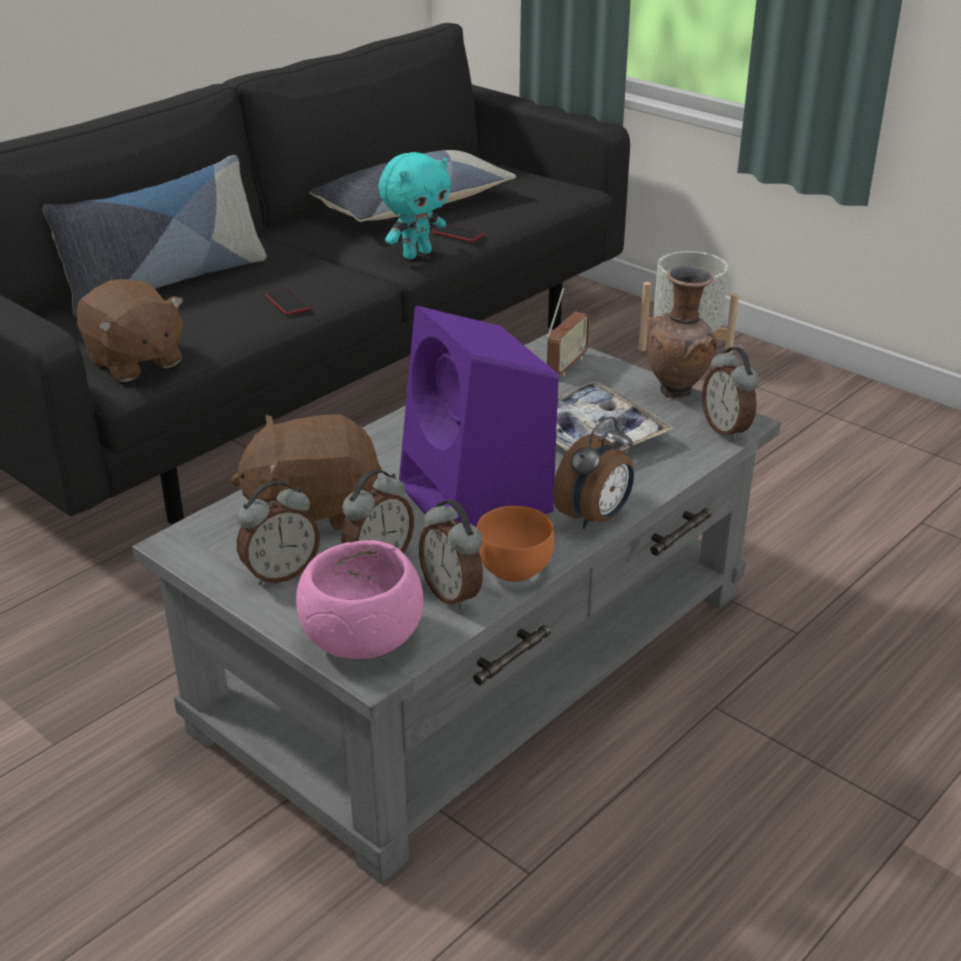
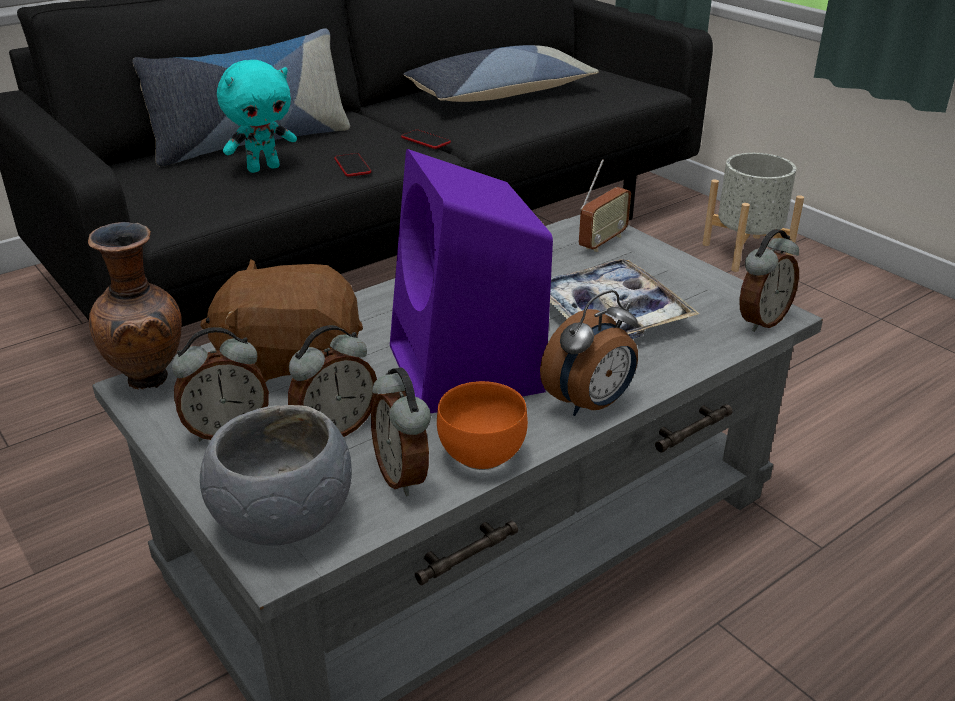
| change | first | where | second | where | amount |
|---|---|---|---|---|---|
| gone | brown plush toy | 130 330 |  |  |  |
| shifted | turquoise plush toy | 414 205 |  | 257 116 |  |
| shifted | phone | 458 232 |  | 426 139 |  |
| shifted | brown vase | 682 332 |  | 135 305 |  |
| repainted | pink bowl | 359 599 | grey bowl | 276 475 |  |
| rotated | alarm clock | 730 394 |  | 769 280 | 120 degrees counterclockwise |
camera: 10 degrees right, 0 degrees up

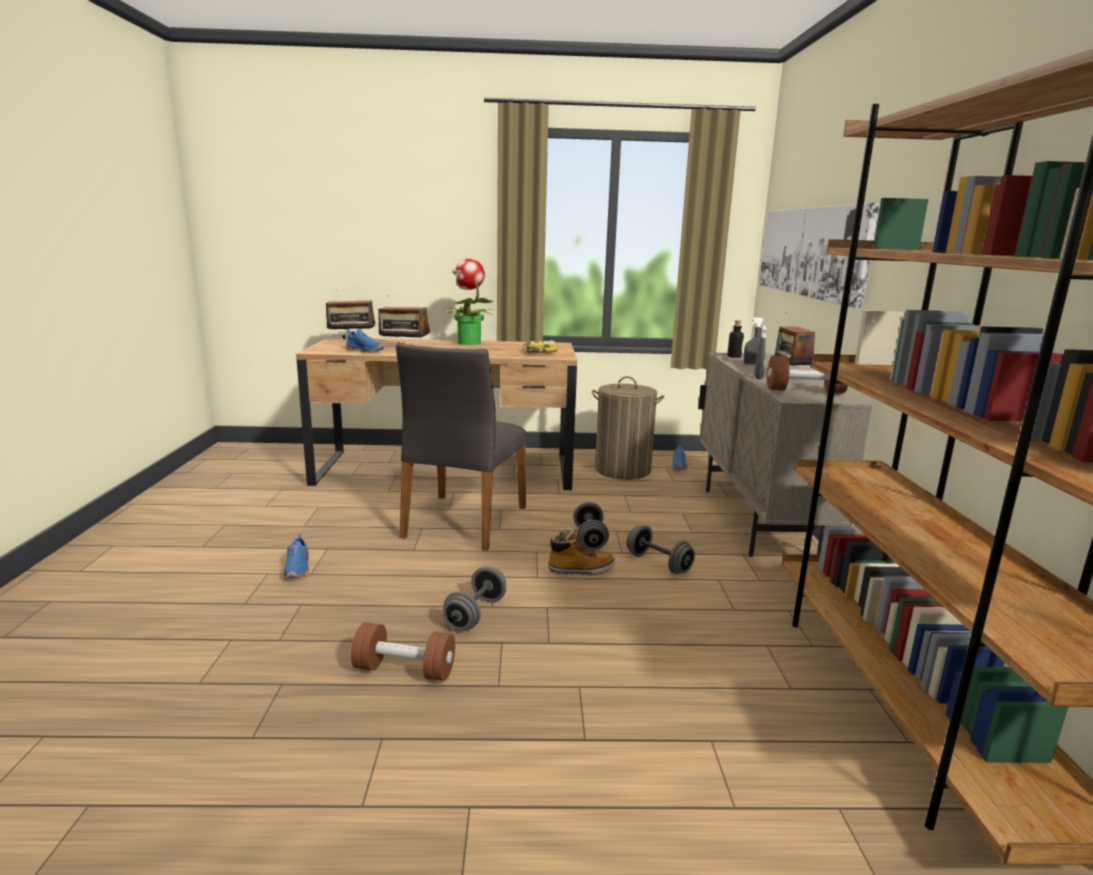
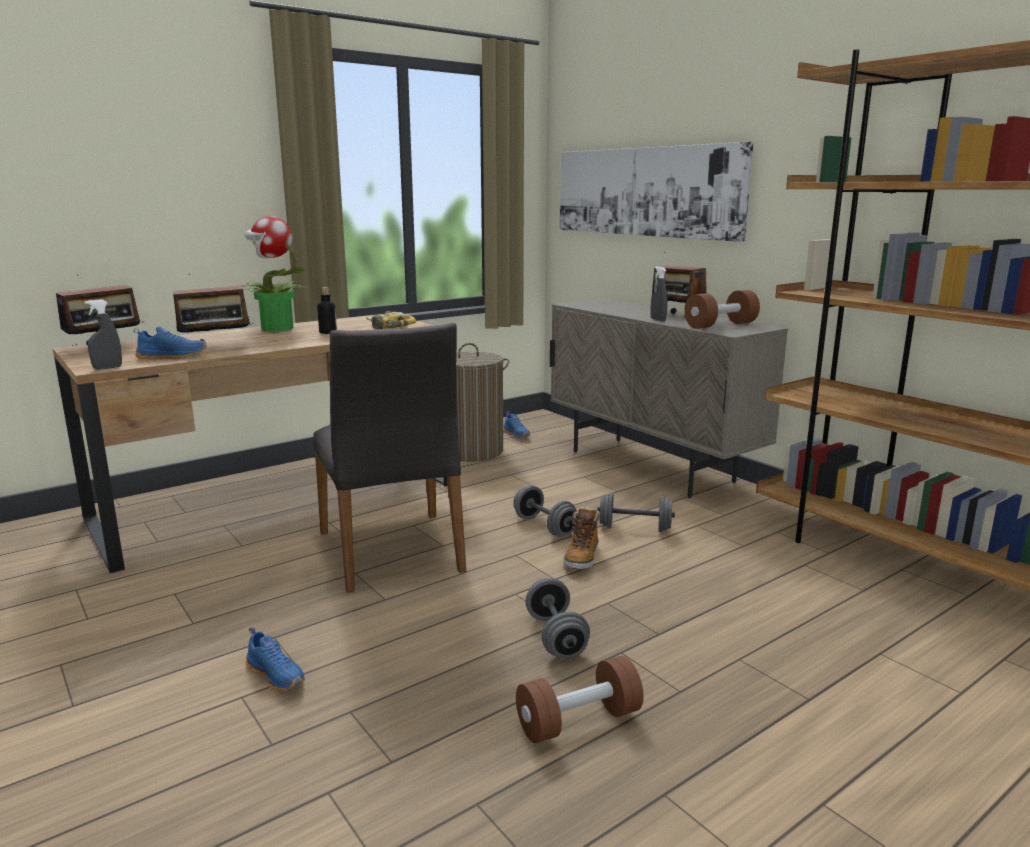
| change | first | where | second | where | amount |
|---|---|---|---|---|---|
| shifted | bottle | 735 339 |  | 327 310 |  |
| shifted | grey spray bottle | 754 341 |  | 103 334 |  |
| rotated | boot | 581 552 |  | 581 538 | 150 degrees clockwise |
camera: 35 degrees left, 0 degrees up

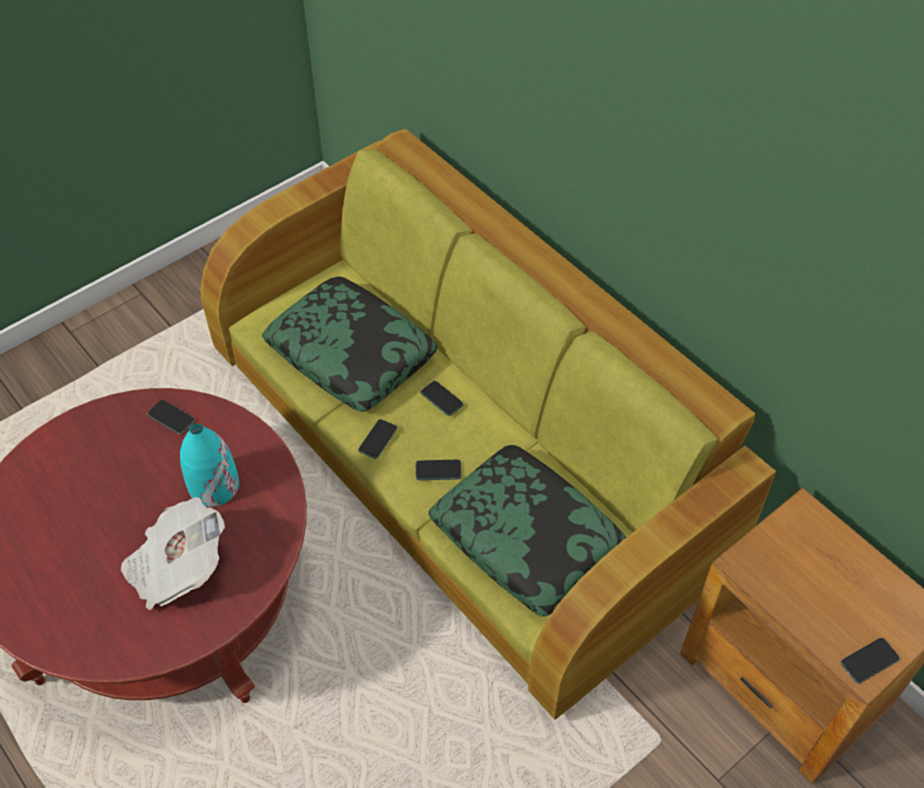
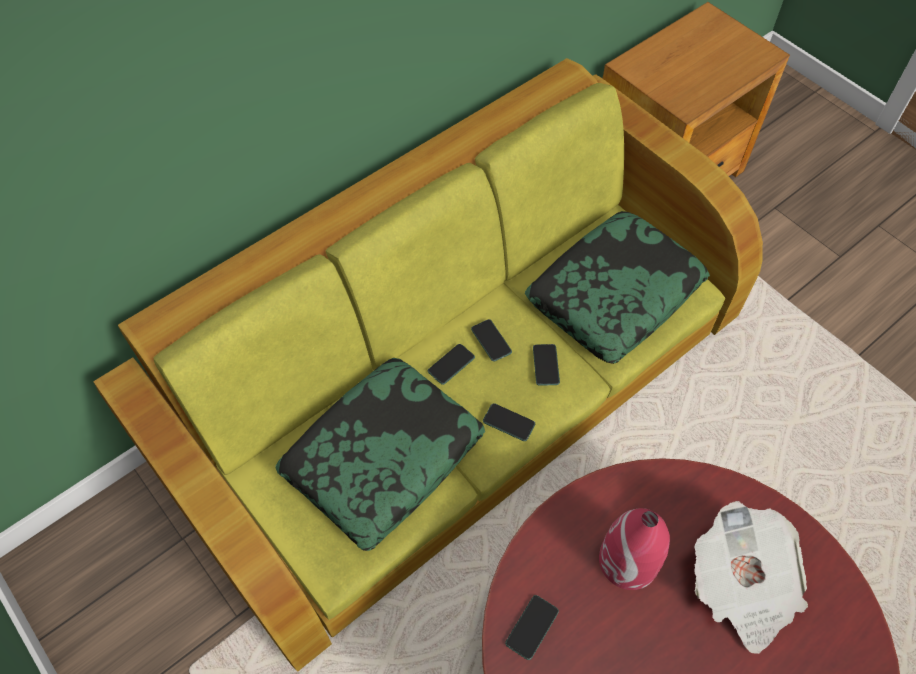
| change | first | where | second | where | amount |
|---|---|---|---|---|---|
| shifted | phone | 870 661 |  | 491 340 |  |
| repainted | turquoise vase | 209 465 | red vase | 634 549 |  |
camera: 90 degrees left, 5 degrees up

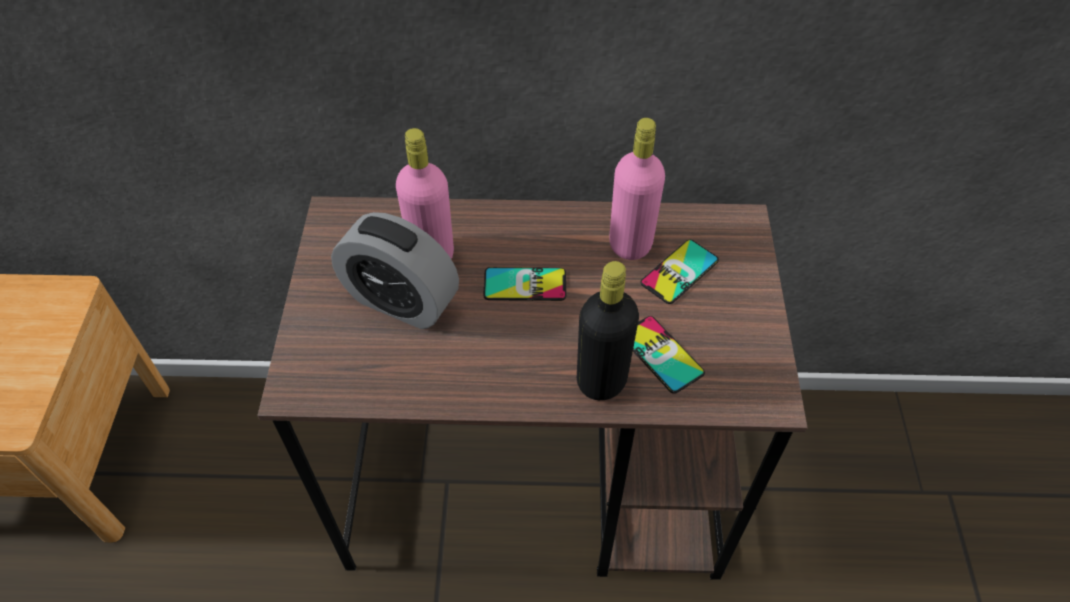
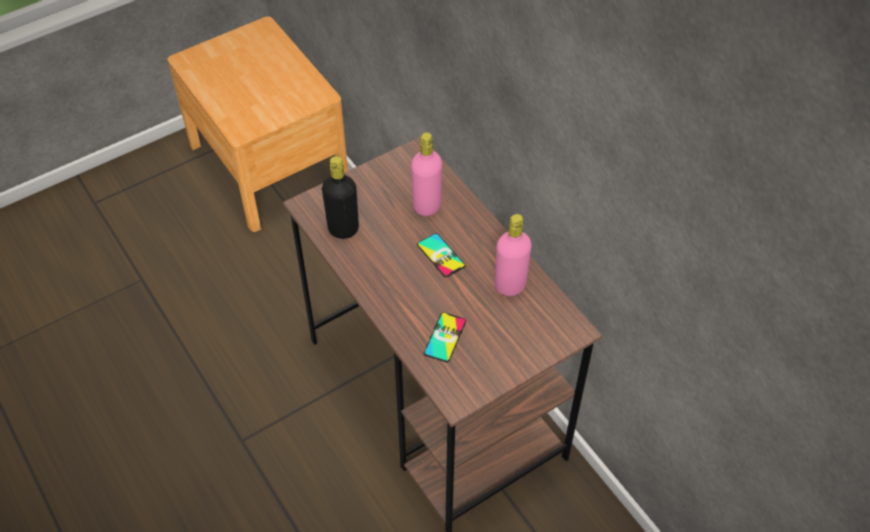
| change | first | where | second | where | amount |
|---|---|---|---|---|---|
| gone | alarm clock | 395 270 |  |  |  |
| gone | phone | 679 272 |  |  |  |
| shifted | black bottle | 608 330 |  | 340 197 |  |
camera: 55 degrees right, 0 degrees up

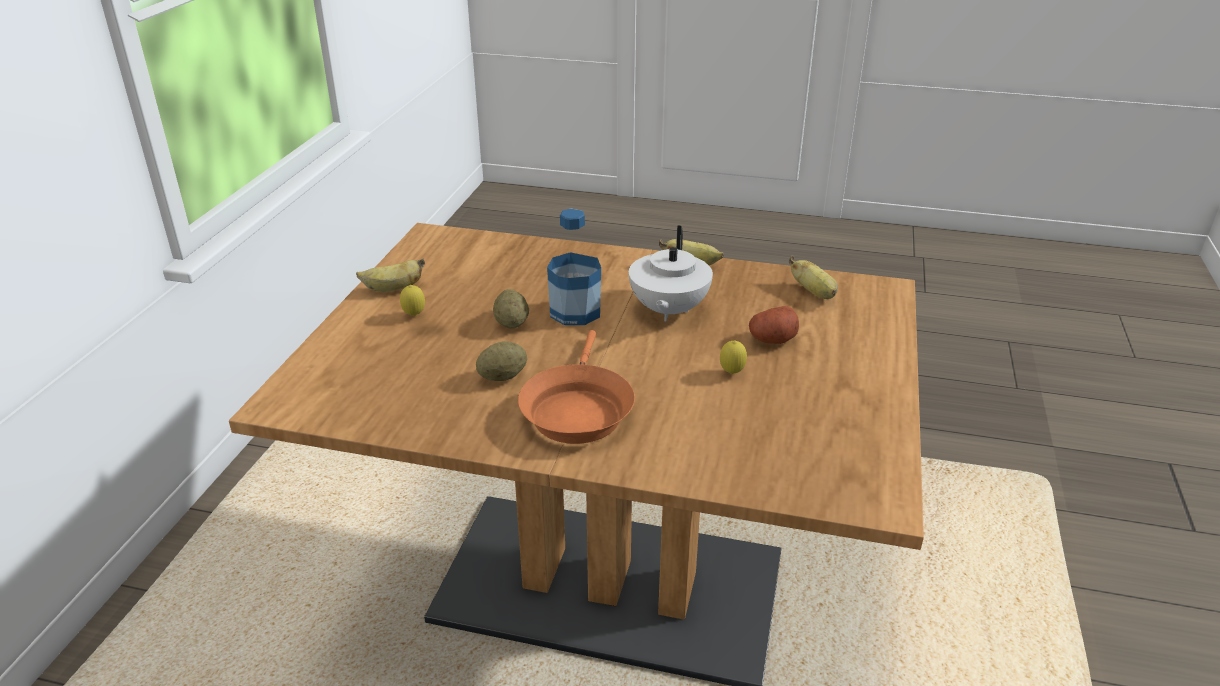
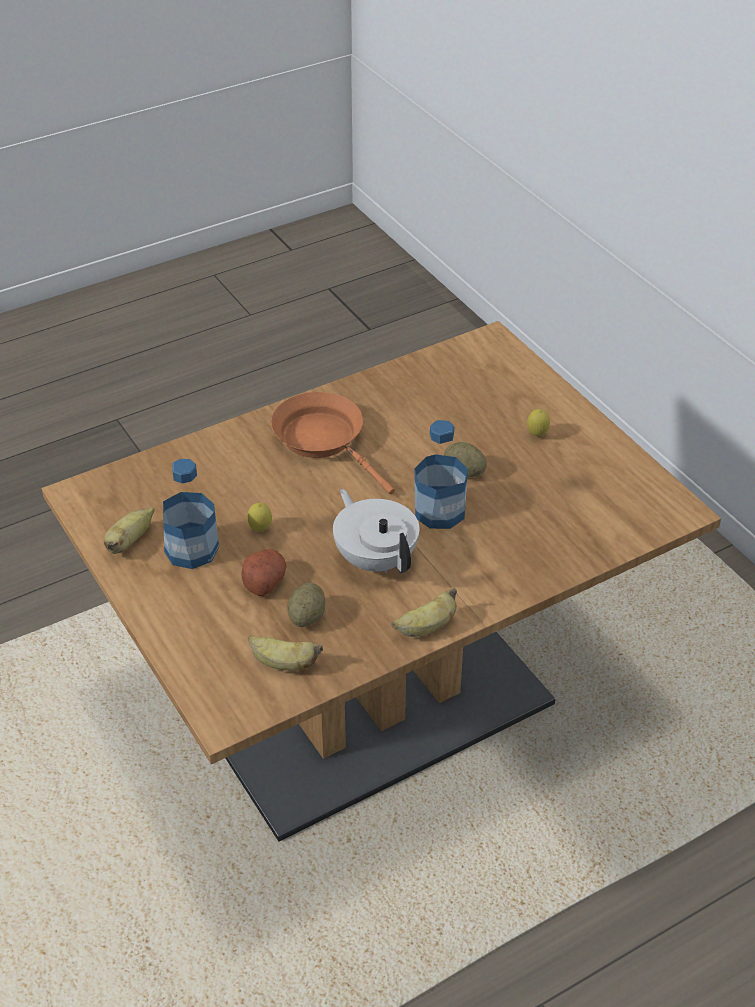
| change | first | where | second | where | amount |
|---|---|---|---|---|---|
| new |  |  | bottle | 191 514 |  |
| shifted | banana | 390 275 |  | 129 530 |  |
| shifted | potato | 501 361 |  | 306 605 |  |
camera: 135 degrees right, 10 degrees up

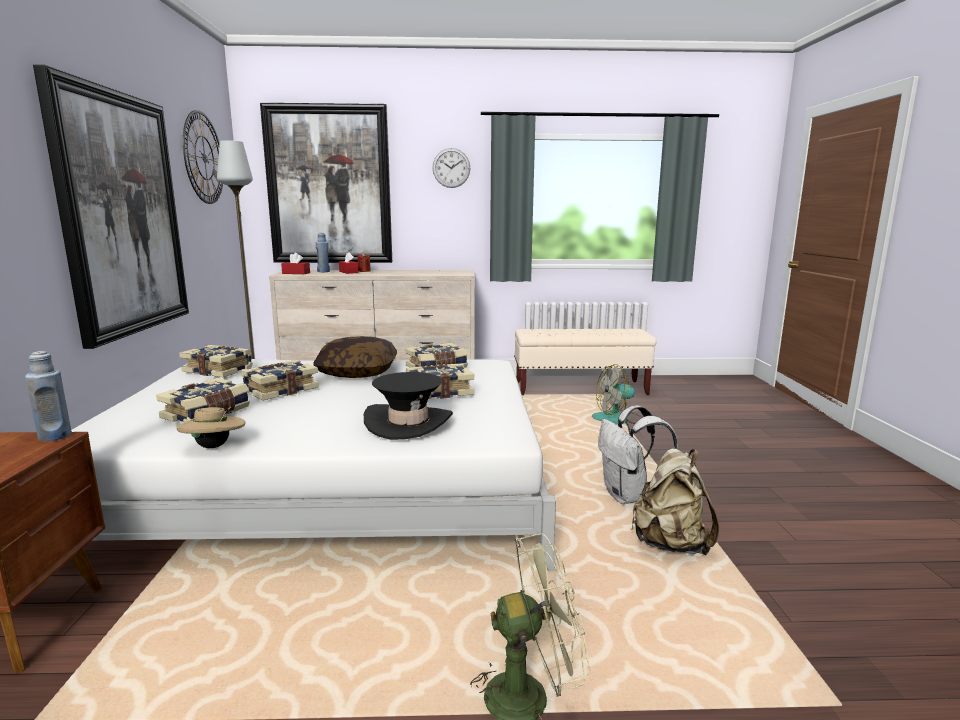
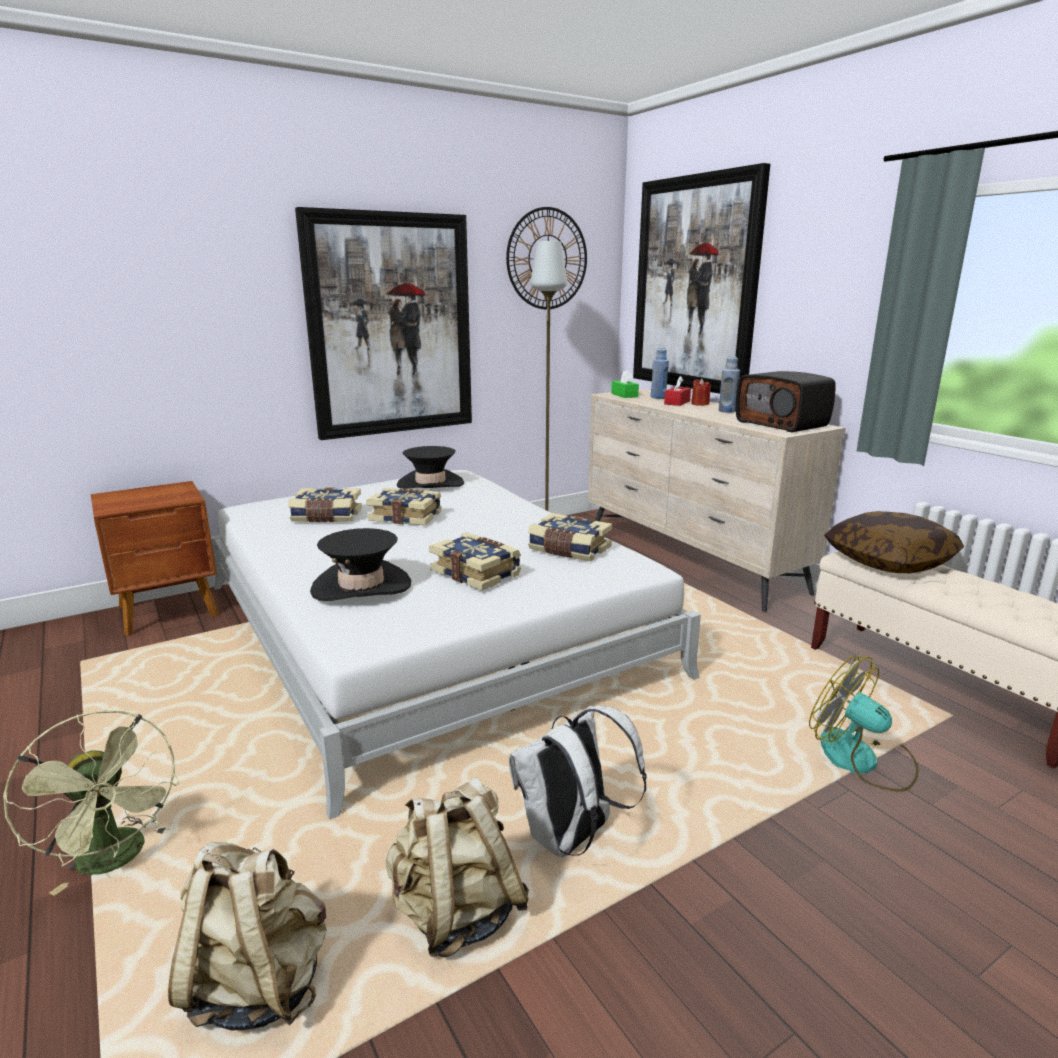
| change | first | where | second | where | amount |
|---|---|---|---|---|---|
| gone | beige hat | 210 427 |  |  |  |
| gone | wall clock | 451 168 |  |  |  |
| new |  |  | beige backpack | 247 936 |  |
| new |  |  | radio | 786 401 |  |
| shifted | blue bottle | 48 396 |  | 729 384 |  |
| shifted | pillow | 355 357 |  | 894 542 |  |
| swapped | book | 216 361 | black hat | 430 467 |  |
| repainted | red tissue box | 295 263 | green tissue box | 625 384 |  |
camera: 60 degrees right, 5 degrees up

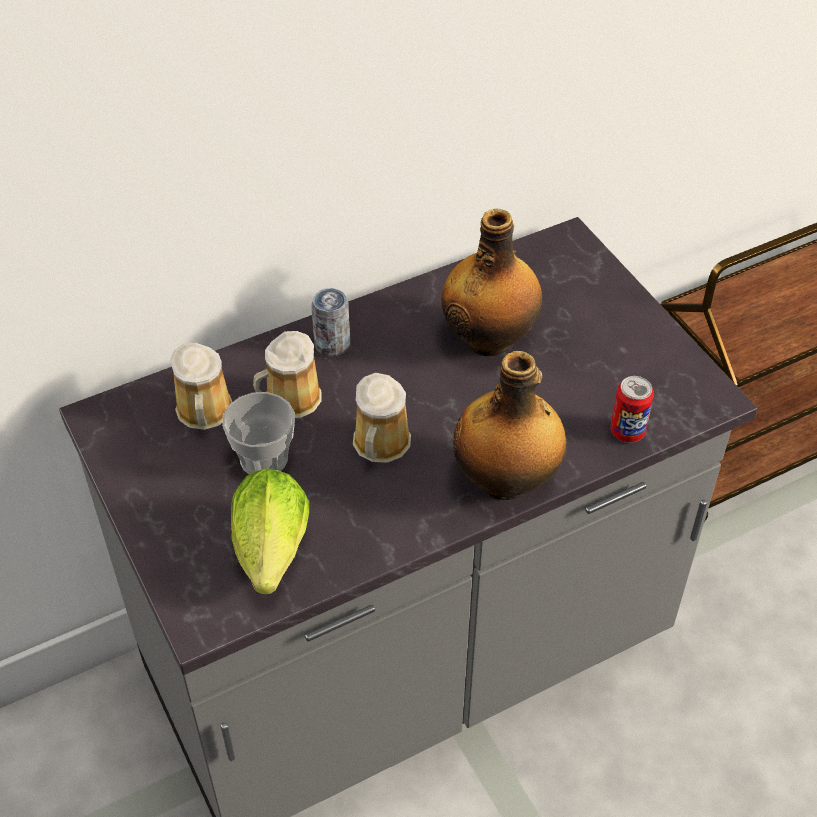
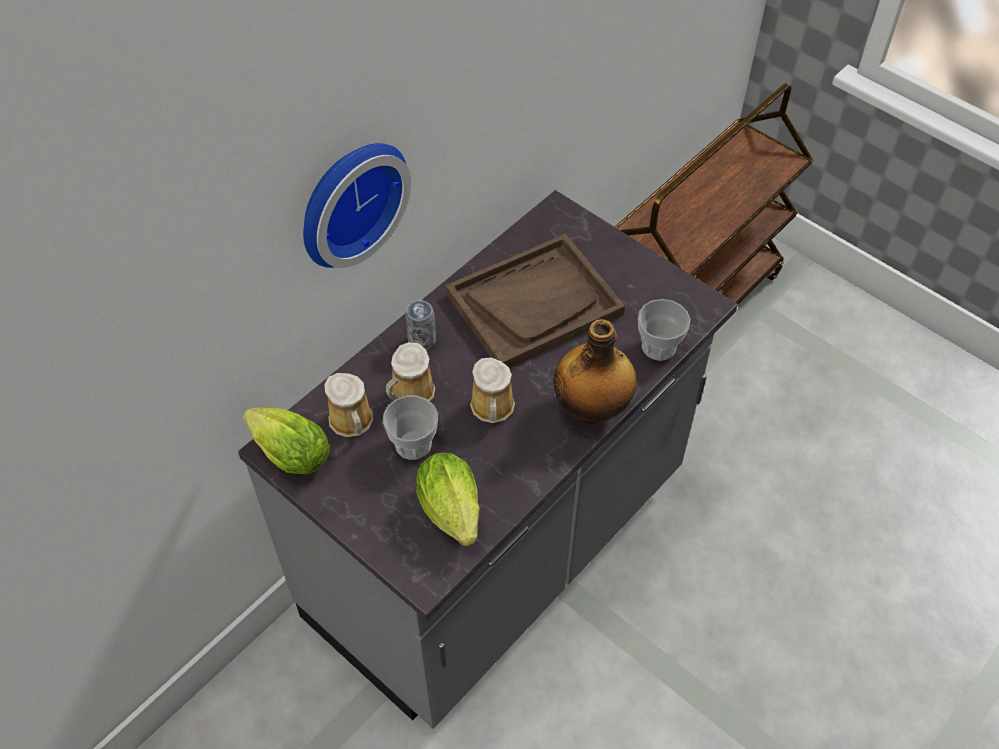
| change | first | where | second | where | amount |
|---|---|---|---|---|---|
| new |  |  | lettuce | 286 441 |  |
| new |  |  | wall clock | 357 205 |  |
| swapped | bottle | 491 282 | brown tray | 535 301 |  |
| swapped | can | 632 409 | cup | 664 330 |  |
camera: 20 degrees left, 5 degrees up

